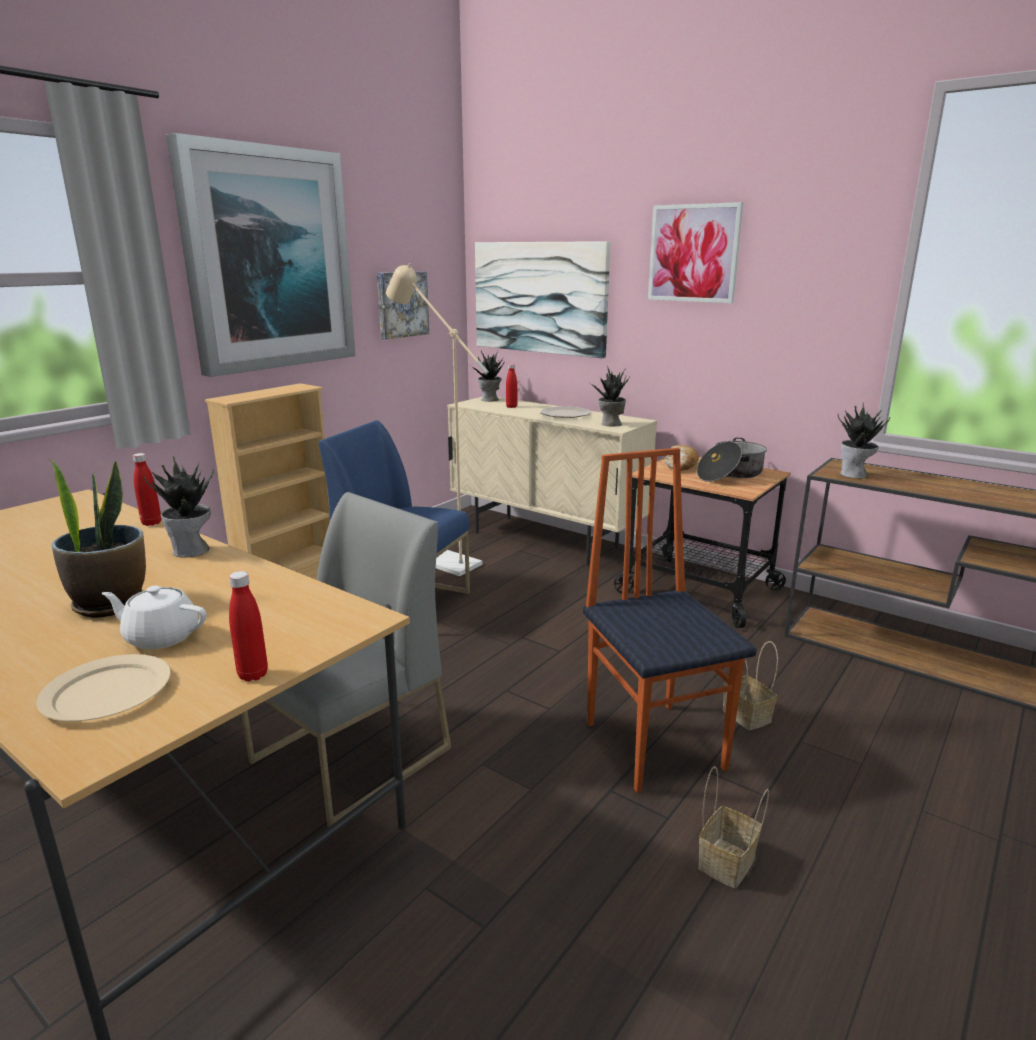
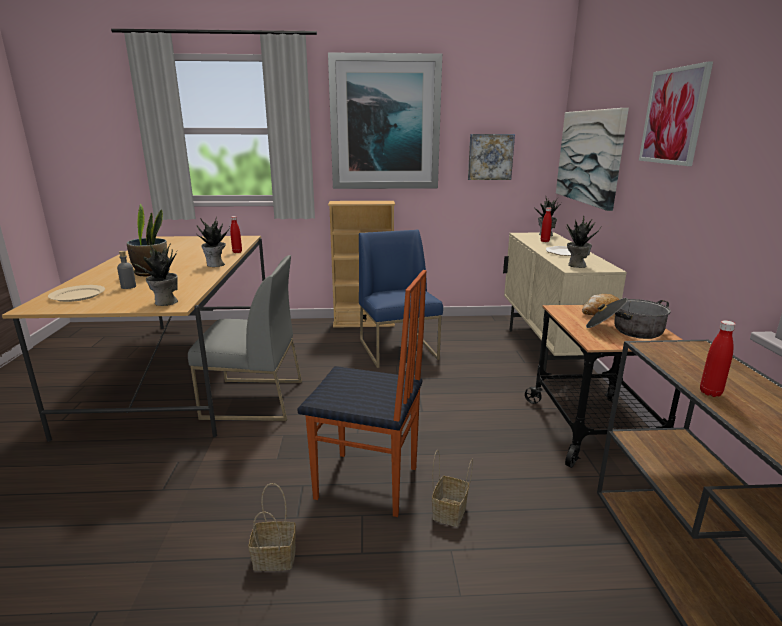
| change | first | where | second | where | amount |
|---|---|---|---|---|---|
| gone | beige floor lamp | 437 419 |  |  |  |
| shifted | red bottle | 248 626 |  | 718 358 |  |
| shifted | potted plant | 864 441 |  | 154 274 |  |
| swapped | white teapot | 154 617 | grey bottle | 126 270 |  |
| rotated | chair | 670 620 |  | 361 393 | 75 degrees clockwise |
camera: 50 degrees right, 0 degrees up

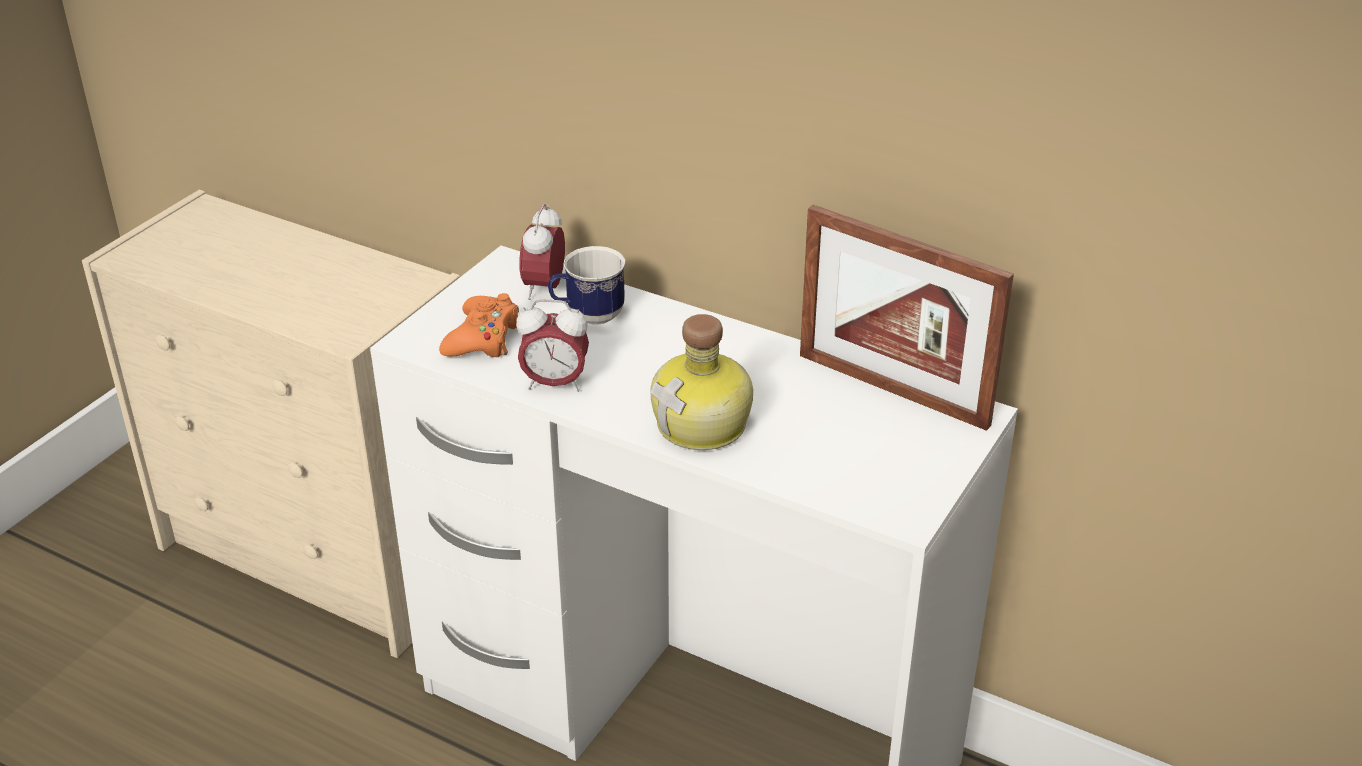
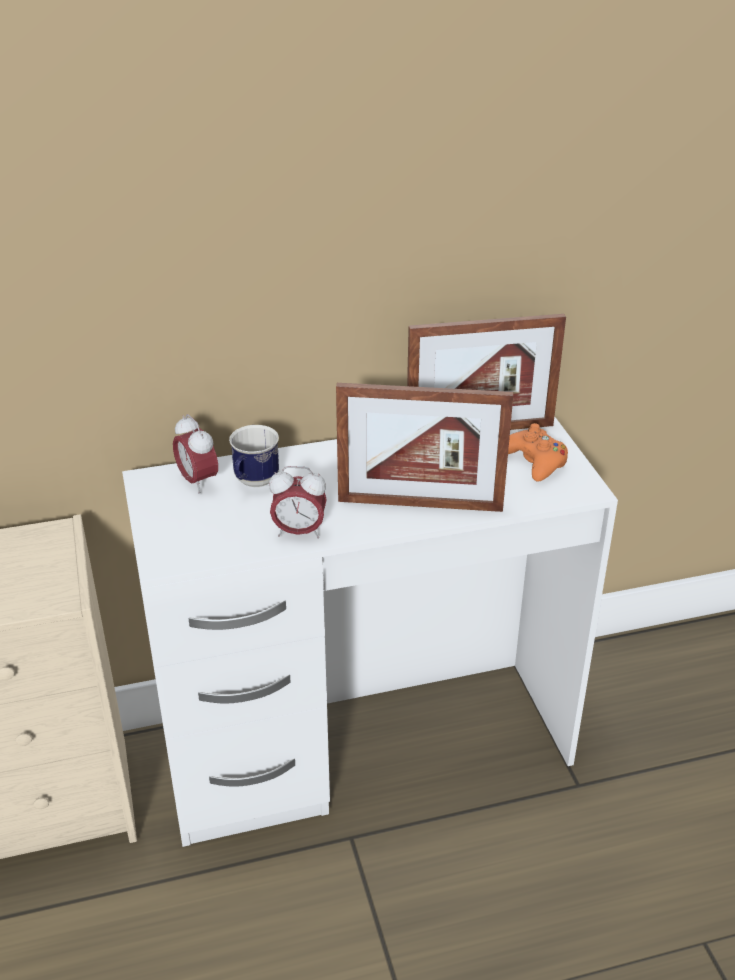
| change | first | where | second | where | amount |
|---|---|---|---|---|---|
| shifted | orange game controller | 479 325 |  | 538 452 |  |
| swapped | bottle | 701 382 | picture frame | 424 447 |  |
| rotated | alarm clock | 552 345 |  | 298 502 | 45 degrees clockwise |
camera: 45 degrees left, 0 degrees up

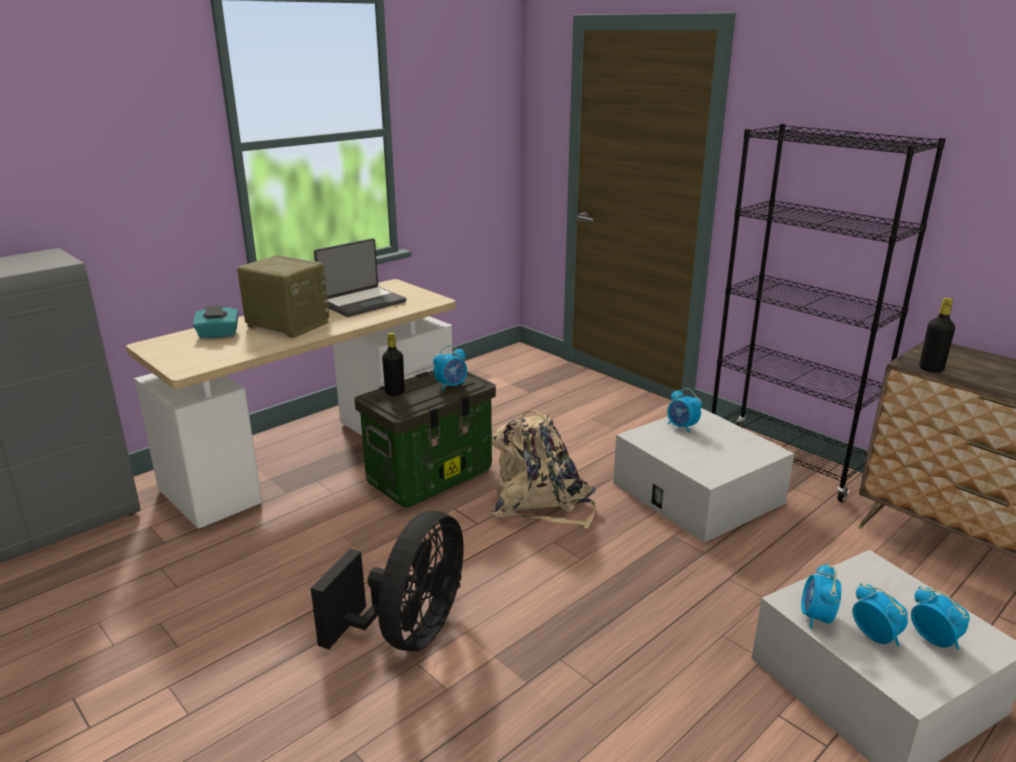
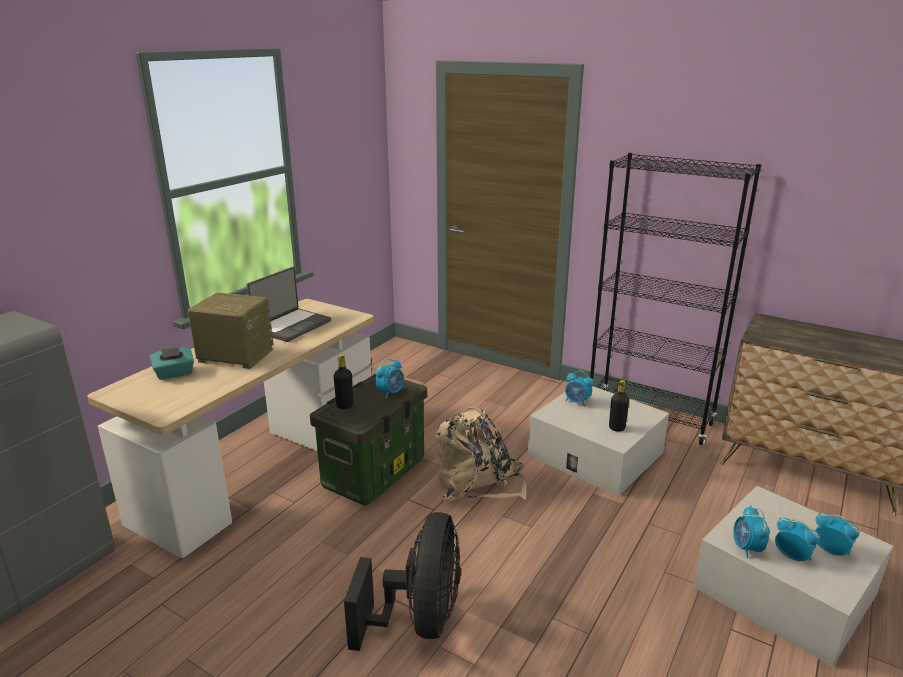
| change | first | where | second | where | amount |
|---|---|---|---|---|---|
| shifted | black bottle | 937 335 |  | 619 406 |  |
camera: 15 degrees left, 0 degrees up

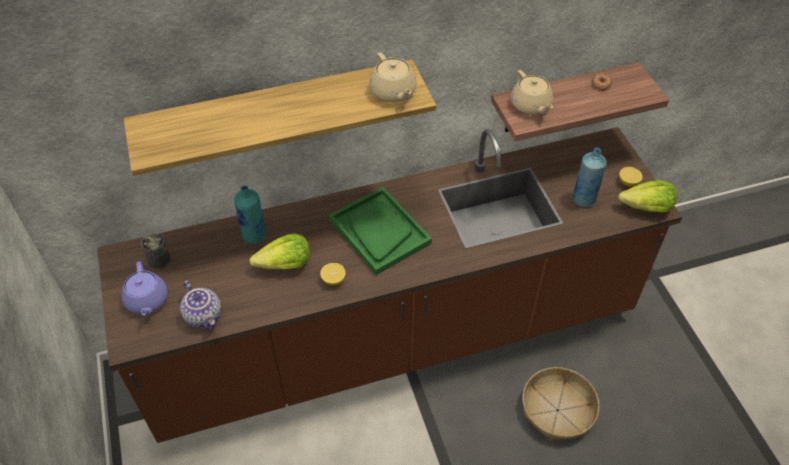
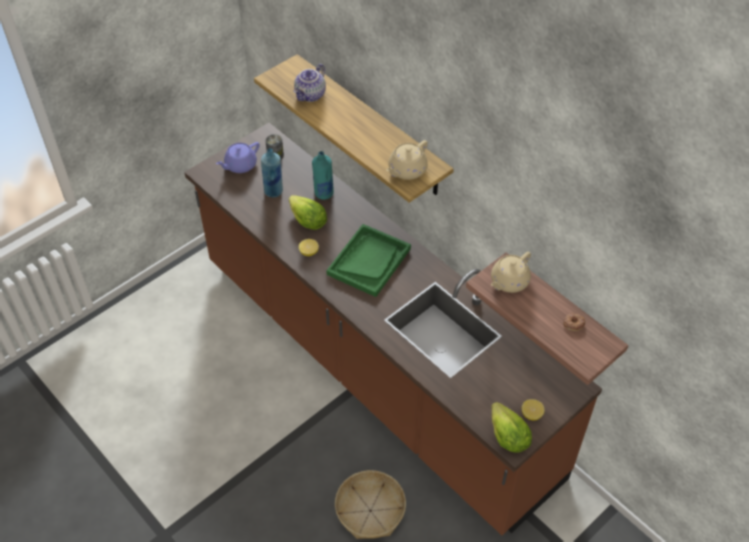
| change | first | where | second | where | amount |
|---|---|---|---|---|---|
| shifted | teapot | 200 305 |  | 310 83 |  |
| shifted | blue bottle | 590 177 |  | 272 172 |  |
camera: 65 degrees right, 0 degrees up

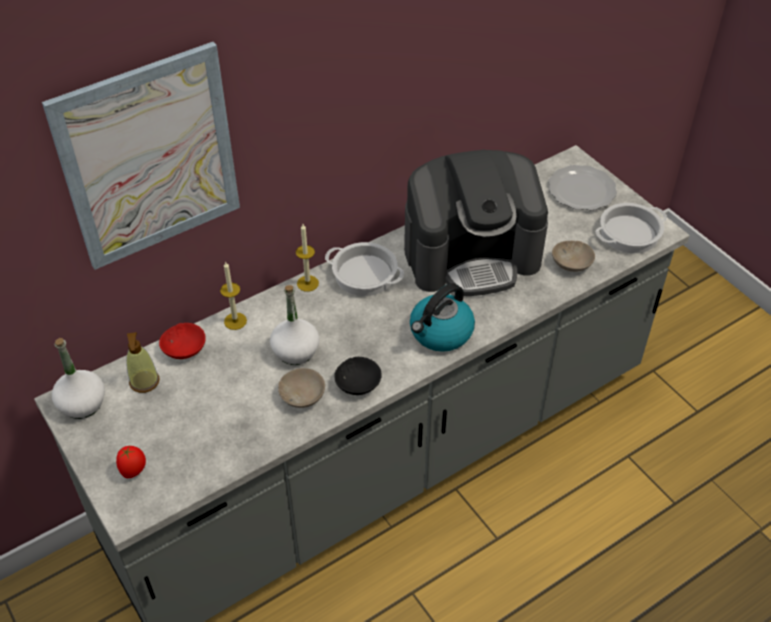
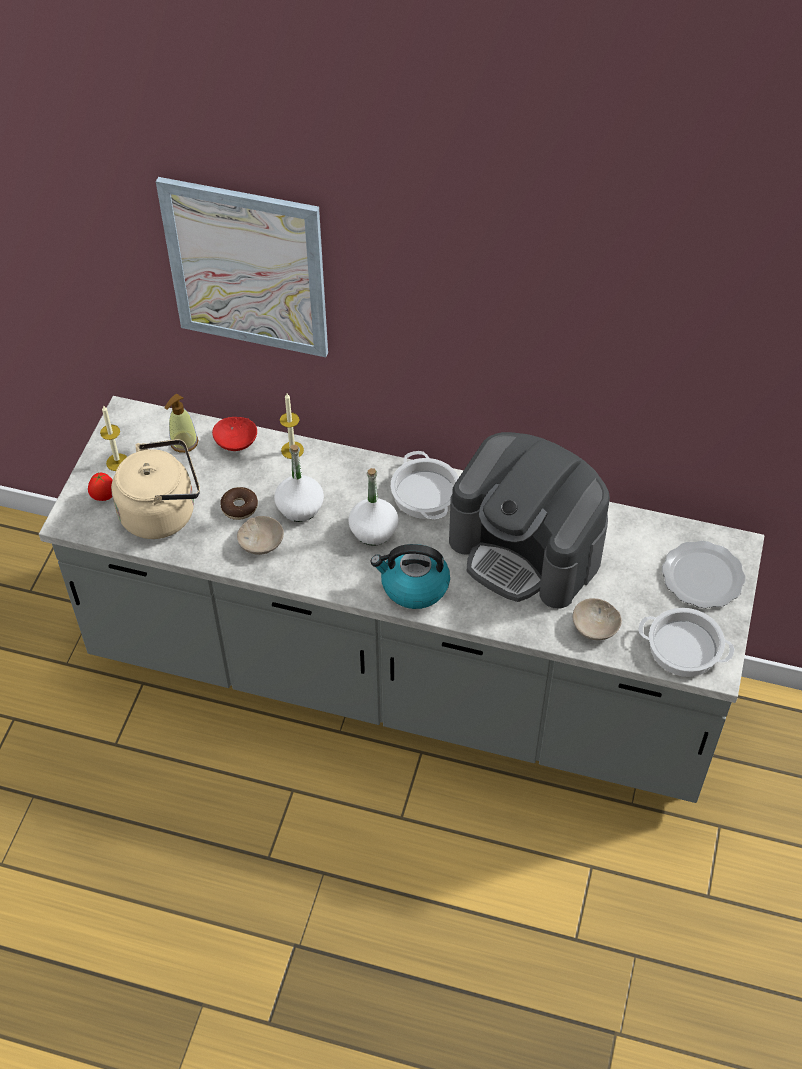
| change | first | where | second | where | amount |
|---|---|---|---|---|---|
| gone | black bowl | 358 376 |  |  |  |
| new |  |  | beige kettle | 155 489 |  |
| new |  |  | donut | 239 503 |  |
| shifted | white bottle | 78 378 |  | 373 507 |  |
| shifted | candle | 307 258 |  | 113 438 |  |
camera: 50 degrees right, 5 degrees up

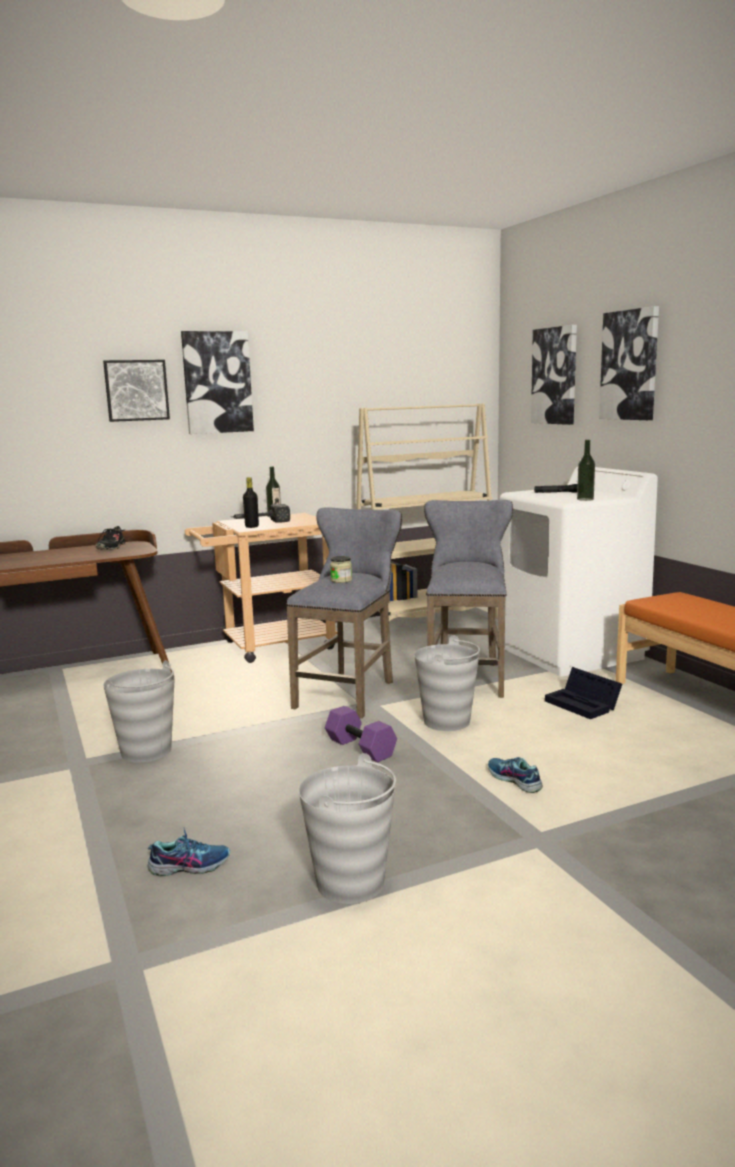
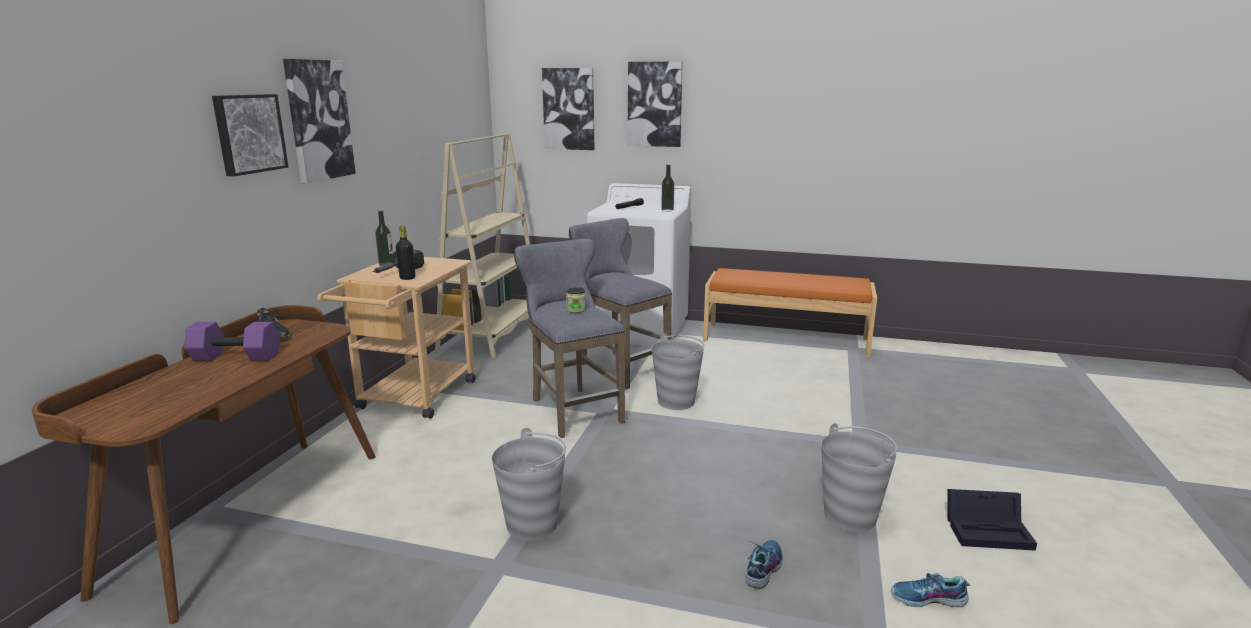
| change | first | where | second | where | amount |
|---|---|---|---|---|---|
| shifted | purple dumbbell | 361 734 |  | 232 341 |  |
| shifted | shoe | 515 775 |  | 930 590 |  |
| shifted | black storage box | 583 693 |  | 992 520 |  |
camera: 50 degrees left, 5 degrees up

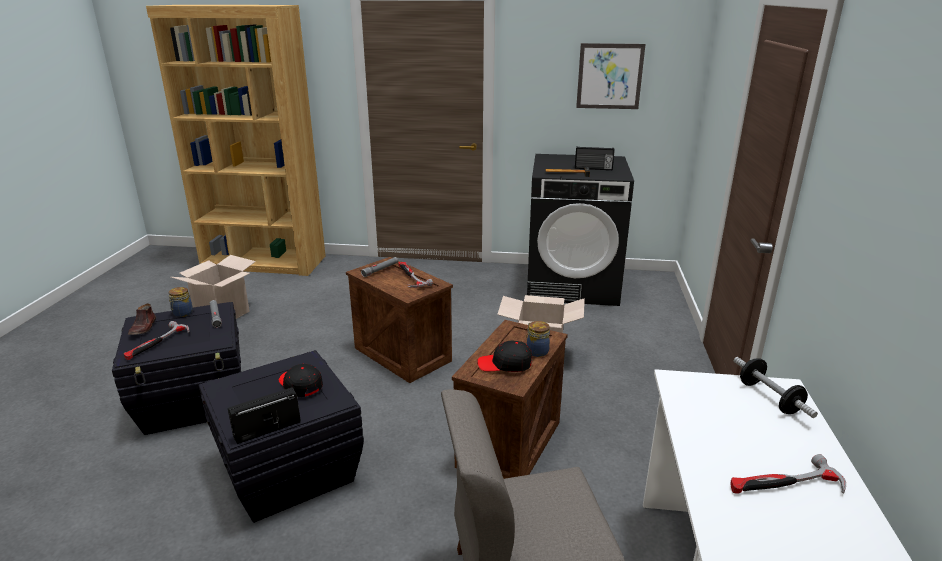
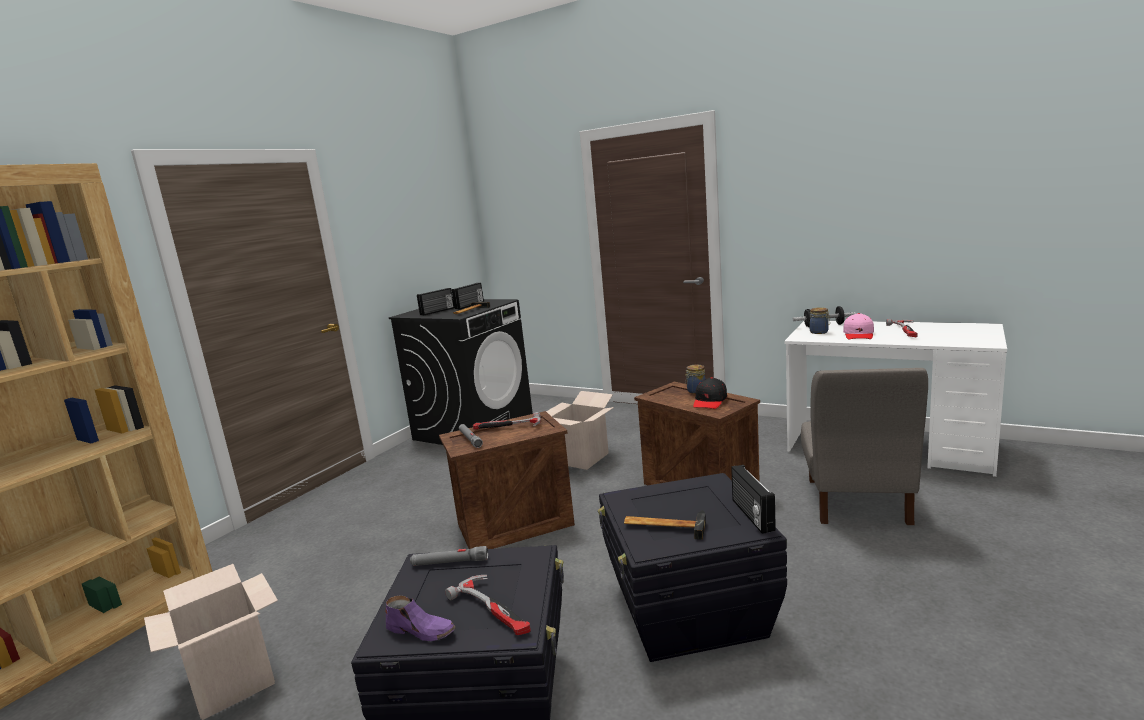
| change | first | where | second | where | amount |
|---|---|---|---|---|---|
| gone | black cap | 301 380 |  |  |  |
| gone | picture | 610 76 |  |  |  |
| new |  |  | radio | 435 301 |  |
| new |  |  | hammer | 665 525 |  |
| new |  |  | pink cap | 858 326 |  |
| shifted | jar | 180 302 |  | 820 320 |  |
| repainted | brown shoe | 142 319 | purple shoe | 420 618 |  |
camera: 65 degrees left, 10 degrees down

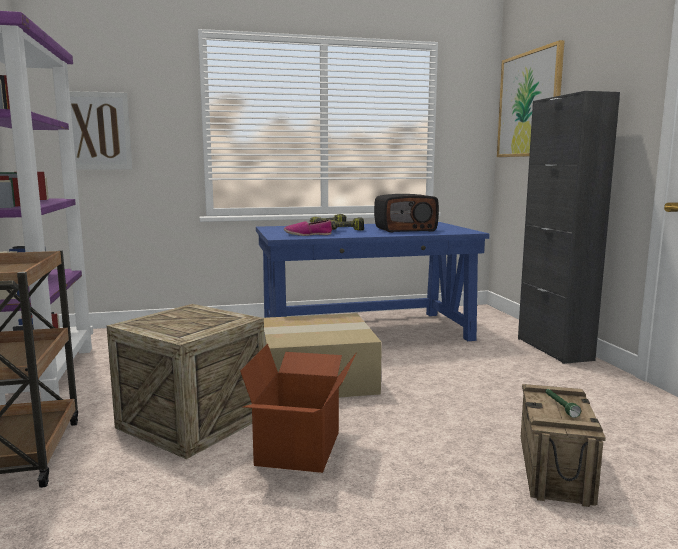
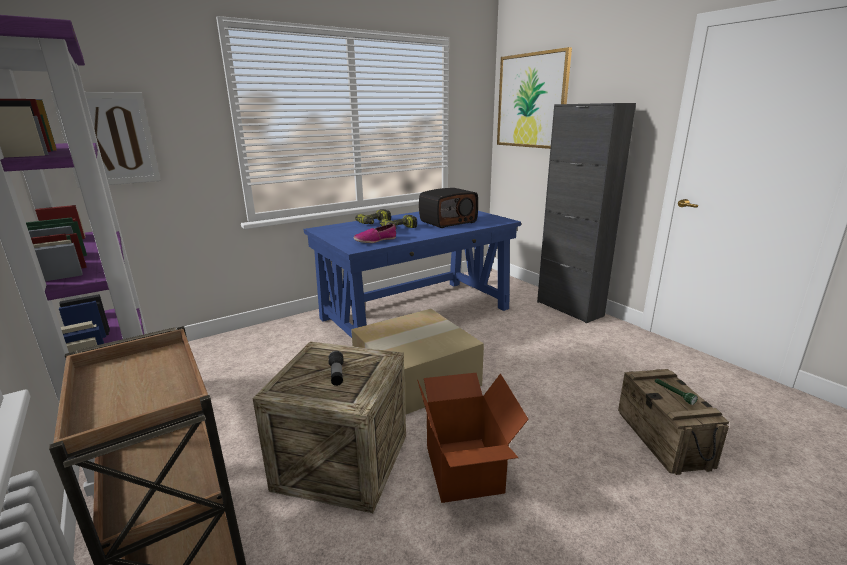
| change | first | where | second | where | amount |
|---|---|---|---|---|---|
| new |  |  | flashlight | 335 368 |  |
camera: 20 degrees left, 10 degrees up

